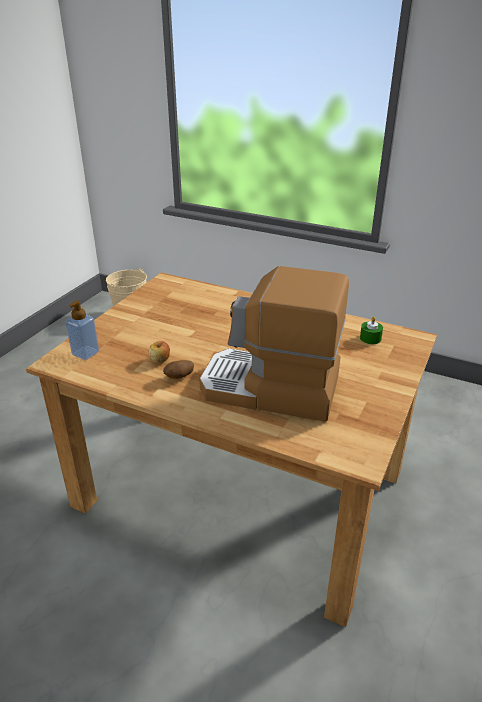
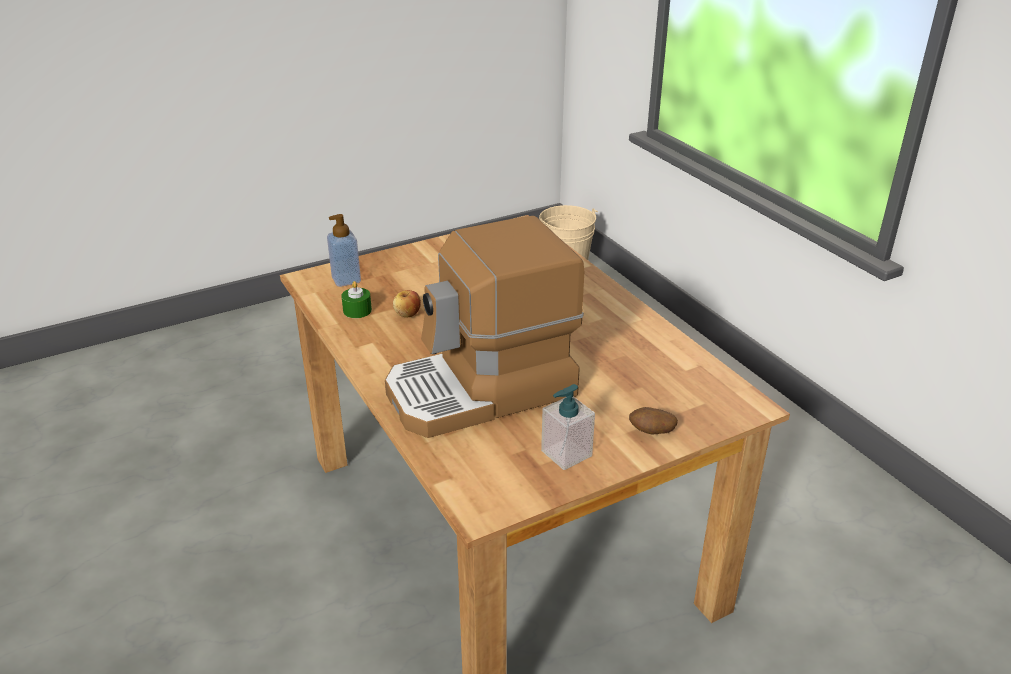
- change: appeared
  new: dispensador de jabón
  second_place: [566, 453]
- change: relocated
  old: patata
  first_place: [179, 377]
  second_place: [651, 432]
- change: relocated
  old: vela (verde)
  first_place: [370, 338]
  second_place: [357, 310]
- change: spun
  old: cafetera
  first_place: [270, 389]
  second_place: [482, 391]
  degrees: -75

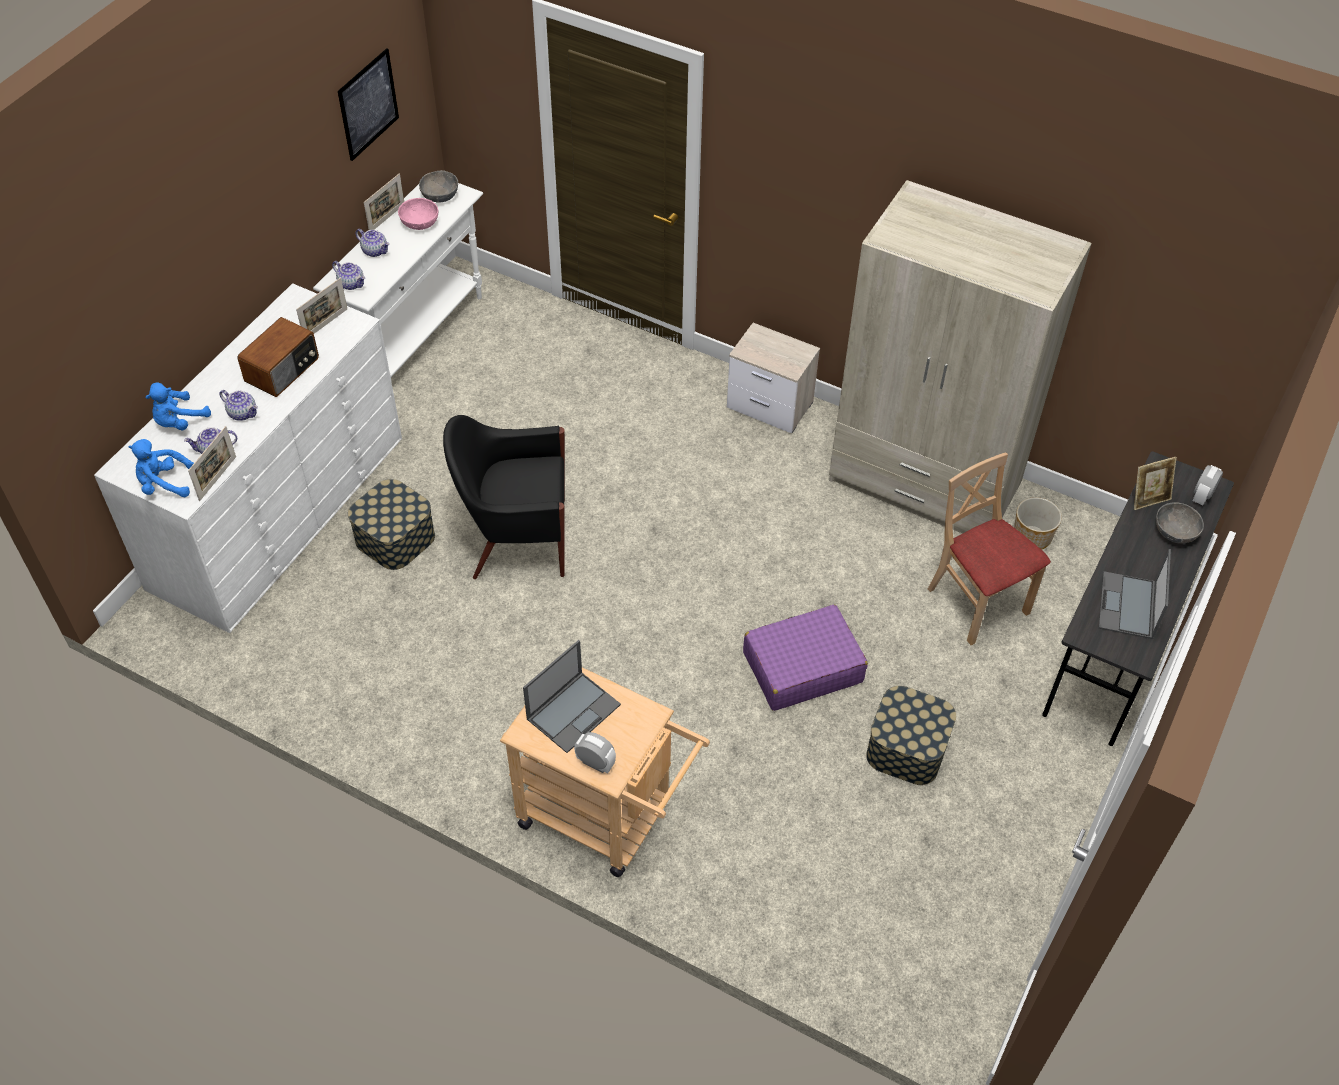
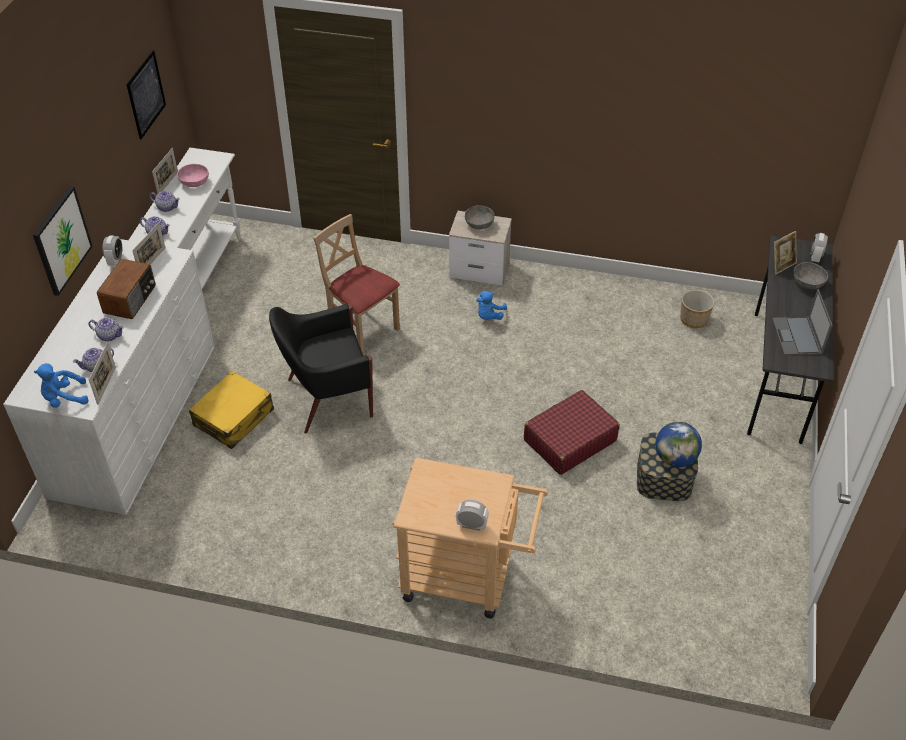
- change: missing
  old: portátil
  first_place: [574, 711]
- change: missing
  old: armario ropero (beis)
  first_place: [925, 482]
- change: appeared
  new: cuadro
  second_place: [61, 240]
- change: appeared
  new: despertador
  second_place: [116, 260]
- change: appeared
  new: globo terráqueo
  second_place: [675, 458]
- change: relocated
  old: peluche (azul)
  first_place: [179, 421]
  second_place: [489, 316]
- change: relocated
  old: cuenco (gris)
  first_place: [440, 196]
  second_place: [479, 224]
- change: relocated
  old: silla (beis)
  first_place: [976, 602]
  second_place: [362, 329]
- change: exchanged
  old: caja de almacenaje
  new: maleta (amarillo)
  first_place: [395, 538]
  second_place: [234, 418]
- change: colour
  old: maleta (morado)
  new: maleta (rojo)
  first_place: [802, 667]
  second_place: [569, 440]

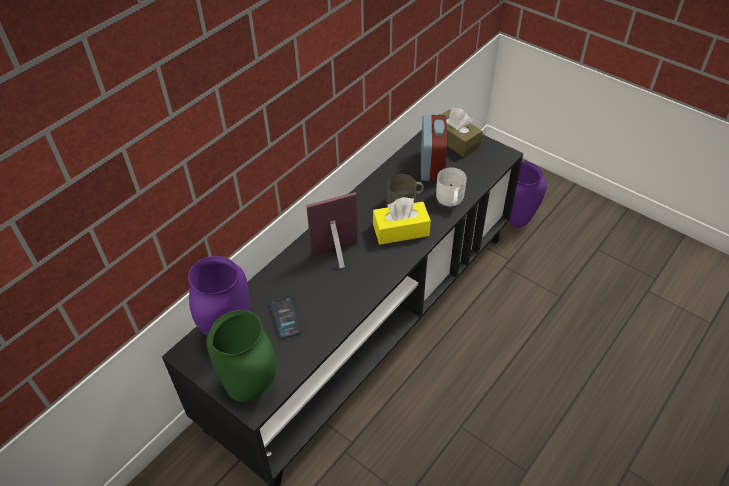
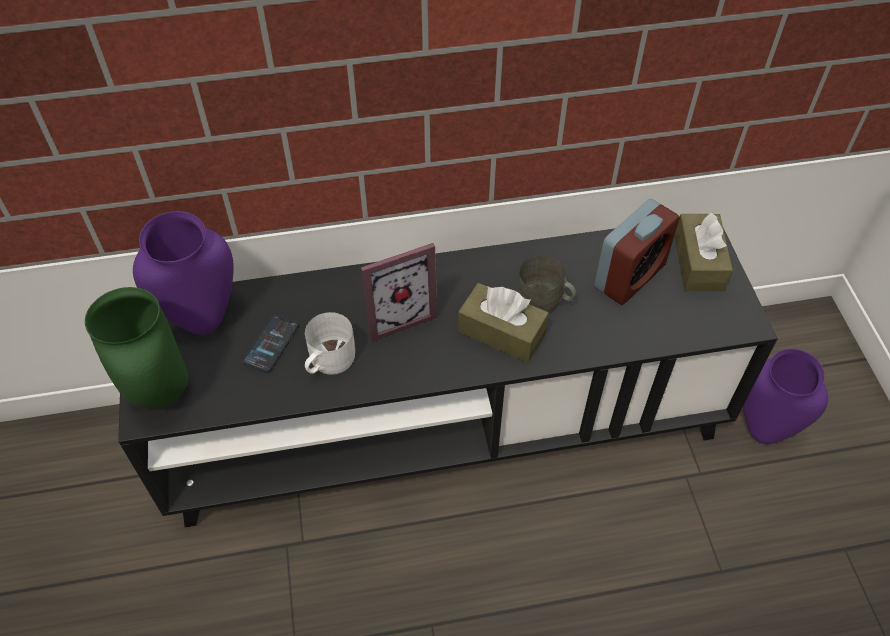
- change: relocated
  old: taza grande (blanco)
  first_place: [450, 200]
  second_place: [328, 361]
- change: colour
  old: caja de pañuelos (amarillo)
  new: caja de pañuelos (marrón)
  first_place: [401, 230]
  second_place: [501, 332]
- change: spun
  old: portarretratos
  first_place: [338, 257]
  second_place: [397, 315]
  degrees: 135

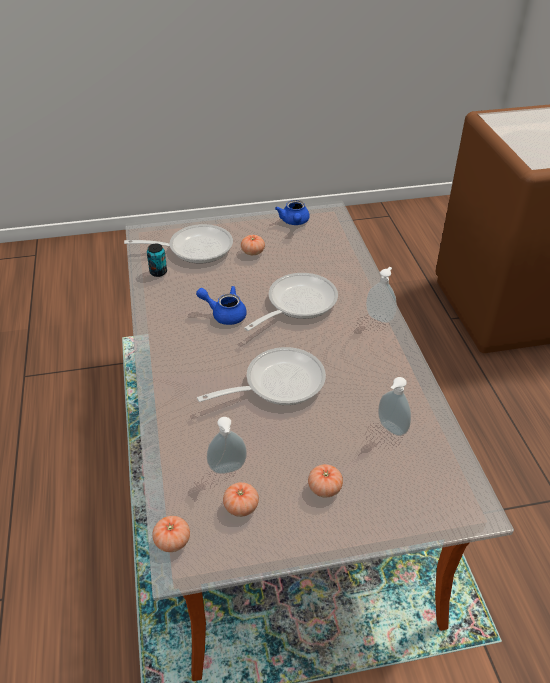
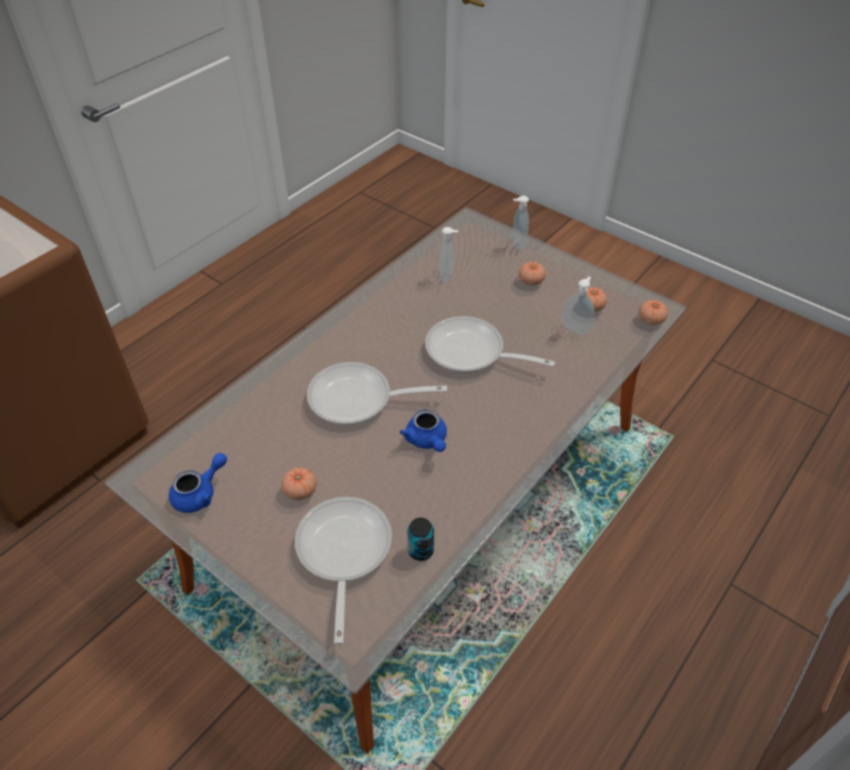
- change: relocated
  old: dispensador de jabón
  first_place: [380, 317]
  second_place: [517, 245]
- change: spun
  old: sartén
  first_place: [194, 248]
  second_place: [342, 553]
  degrees: 45

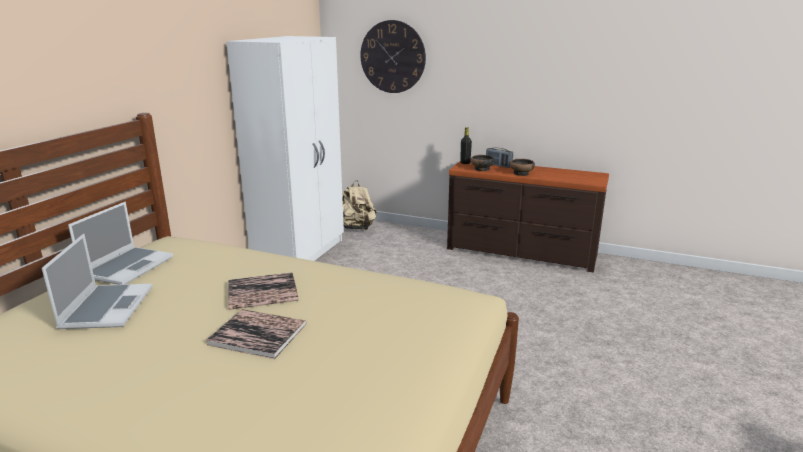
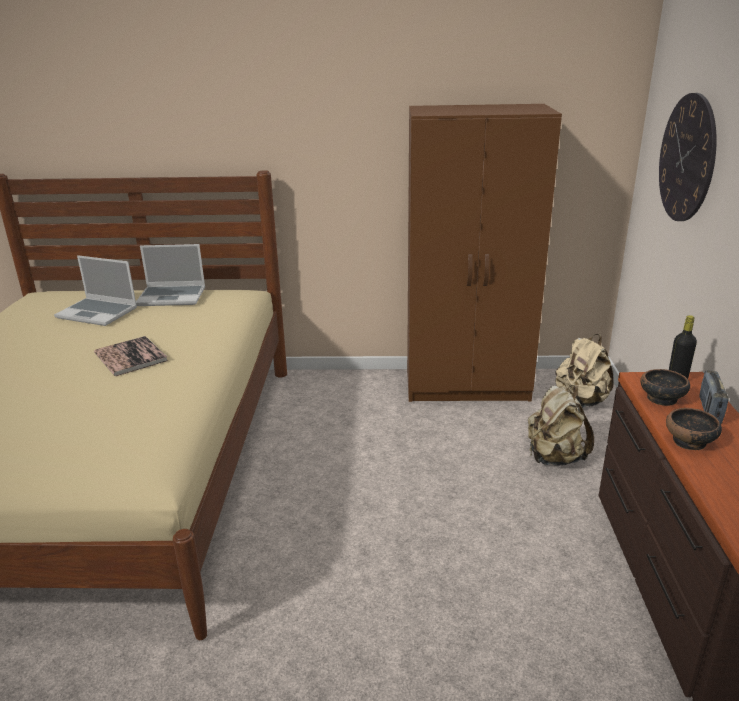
- change: missing
  old: libro
  first_place: [258, 334]
- change: appeared
  new: mochila (beis)
  second_place: [554, 458]
- change: colour
  old: armario ropero (blanco)
  new: armario ropero (marrón)
  first_place: [301, 253]
  second_place: [468, 386]
- change: spun
  old: portátil
  first_place: [106, 307]
  second_place: [98, 313]
  degrees: 45

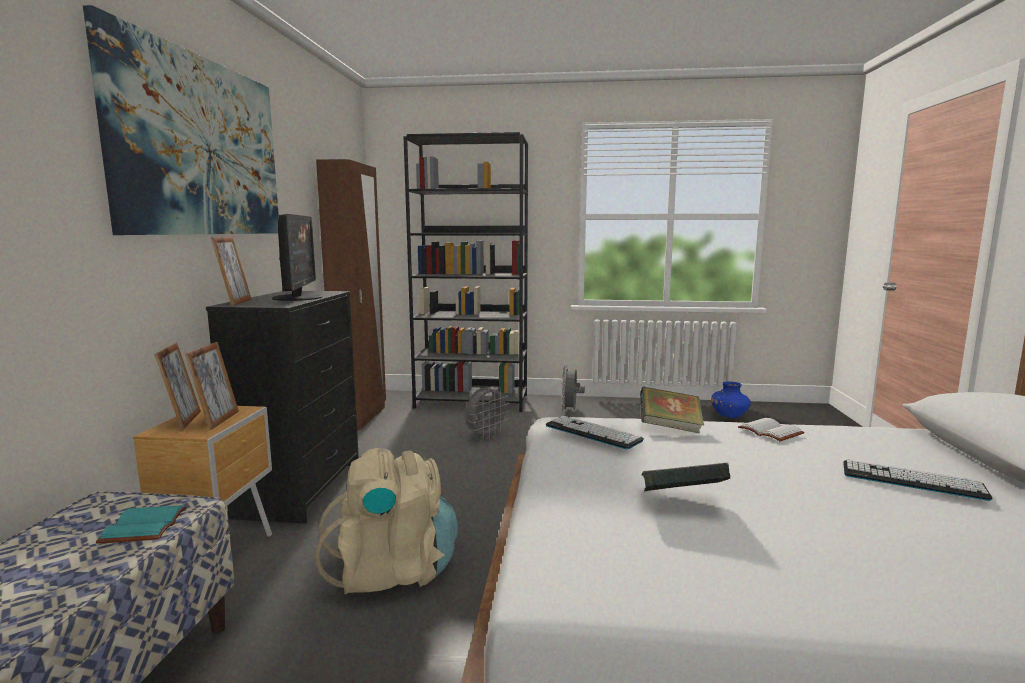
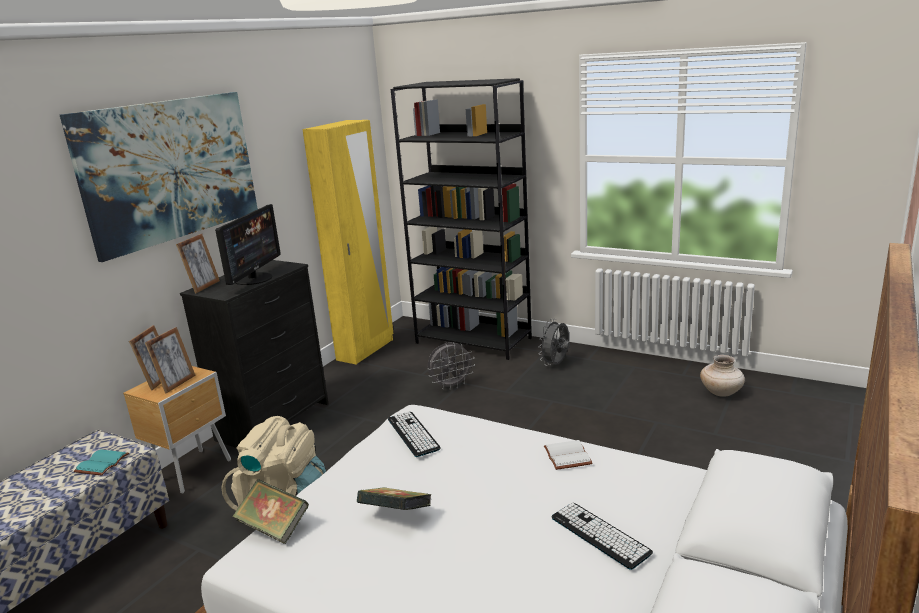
- change: relocated
  old: libro
  first_place: [670, 428]
  second_place: [274, 528]
- change: colour
  old: armario ropero (marrón)
  new: armario ropero (amarillo)
  first_place: [361, 417]
  second_place: [366, 350]
- change: colour
  old: florero (azul)
  new: florero (beis)
  first_place: [729, 416]
  second_place: [721, 393]

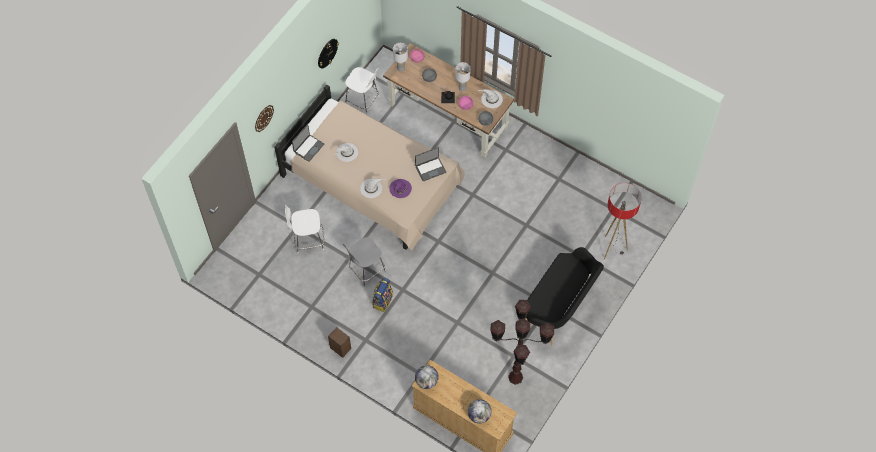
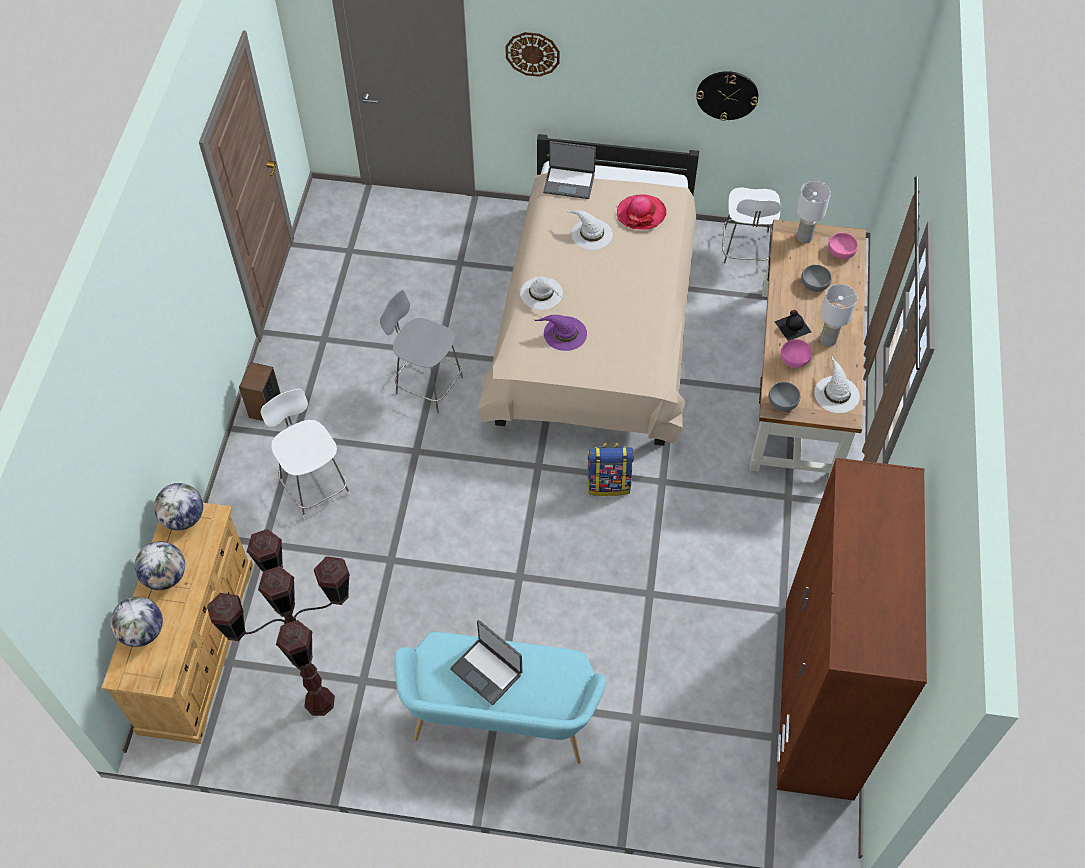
- change: missing
  old: lámpara de pie
  first_place: [612, 248]
- change: appeared
  new: globo terráqueo
  second_place: [165, 576]
- change: appeared
  new: sombrero
  second_place: [641, 214]
- change: appeared
  new: armario ropero (marrón)
  second_place: [817, 699]
- change: relocated
  old: silla (blanco)
  first_place: [308, 240]
  second_place: [314, 486]
- change: relocated
  old: mochila
  first_place: [382, 300]
  second_place: [609, 483]
- change: relocated
  old: portátil
  first_place: [430, 169]
  second_place: [487, 671]
- change: colour
  old: banco (negro)
  new: banco (turquesa)
  first_place: [559, 308]
  second_place: [501, 722]

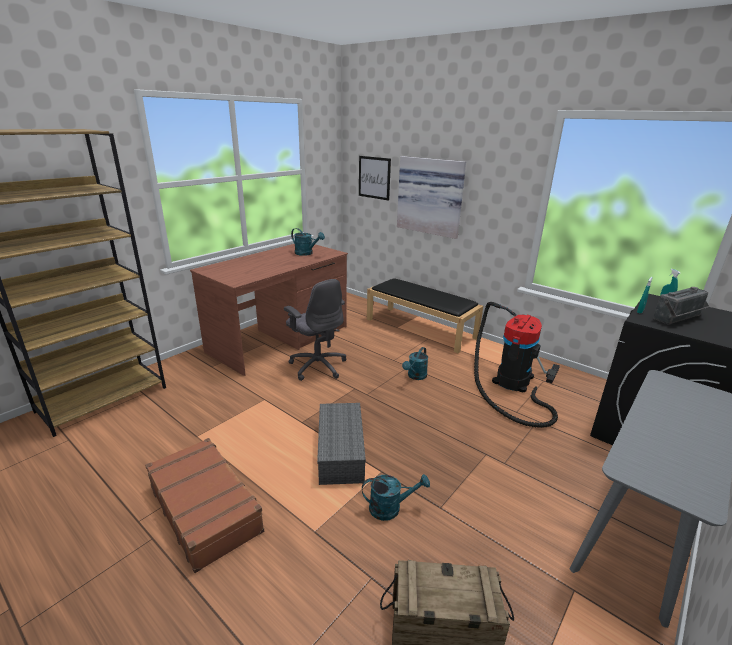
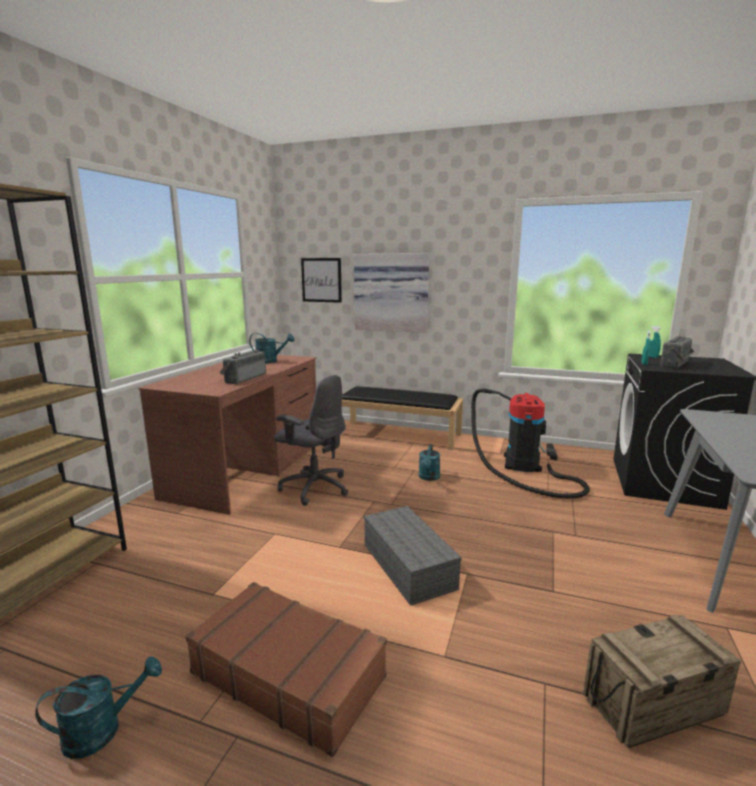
- change: appeared
  new: radio
  second_place: [243, 378]
- change: relocated
  old: regadera (turquesa)
  first_place: [390, 508]
  second_place: [103, 730]

